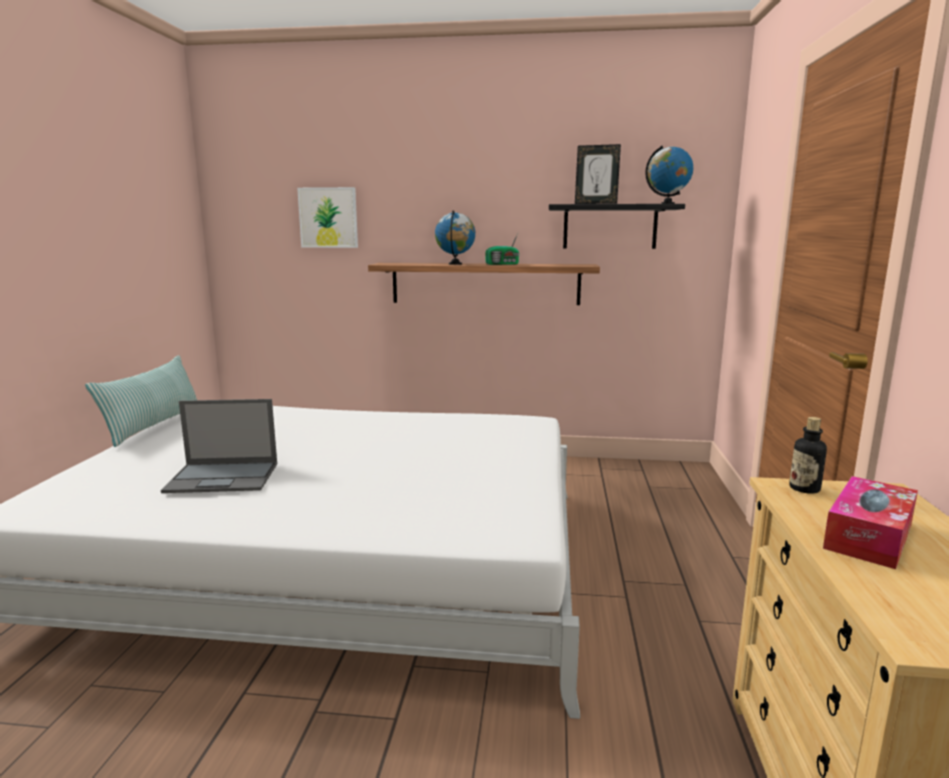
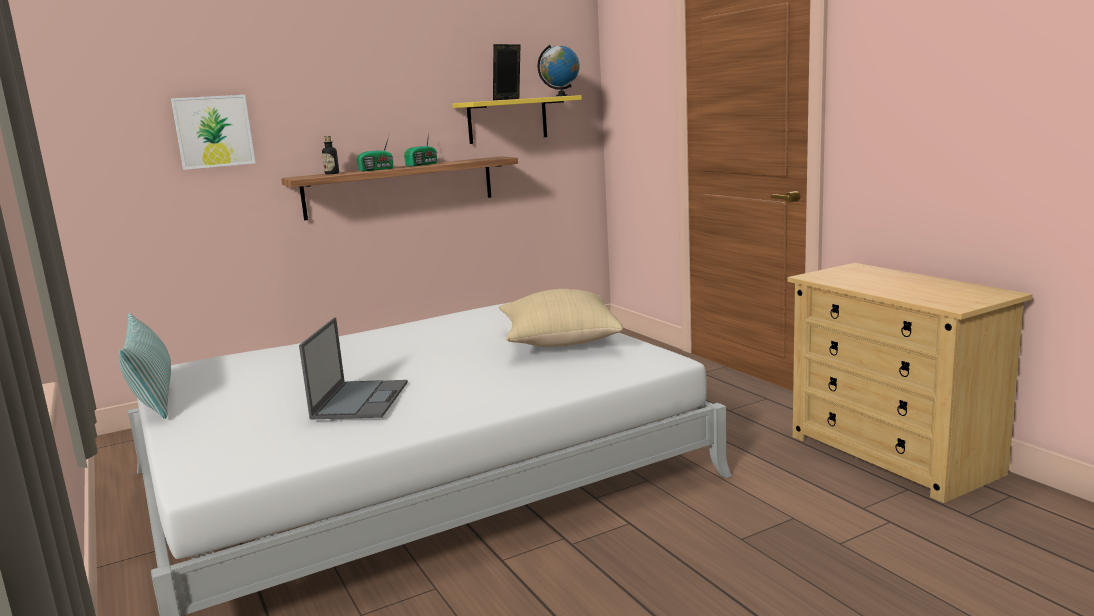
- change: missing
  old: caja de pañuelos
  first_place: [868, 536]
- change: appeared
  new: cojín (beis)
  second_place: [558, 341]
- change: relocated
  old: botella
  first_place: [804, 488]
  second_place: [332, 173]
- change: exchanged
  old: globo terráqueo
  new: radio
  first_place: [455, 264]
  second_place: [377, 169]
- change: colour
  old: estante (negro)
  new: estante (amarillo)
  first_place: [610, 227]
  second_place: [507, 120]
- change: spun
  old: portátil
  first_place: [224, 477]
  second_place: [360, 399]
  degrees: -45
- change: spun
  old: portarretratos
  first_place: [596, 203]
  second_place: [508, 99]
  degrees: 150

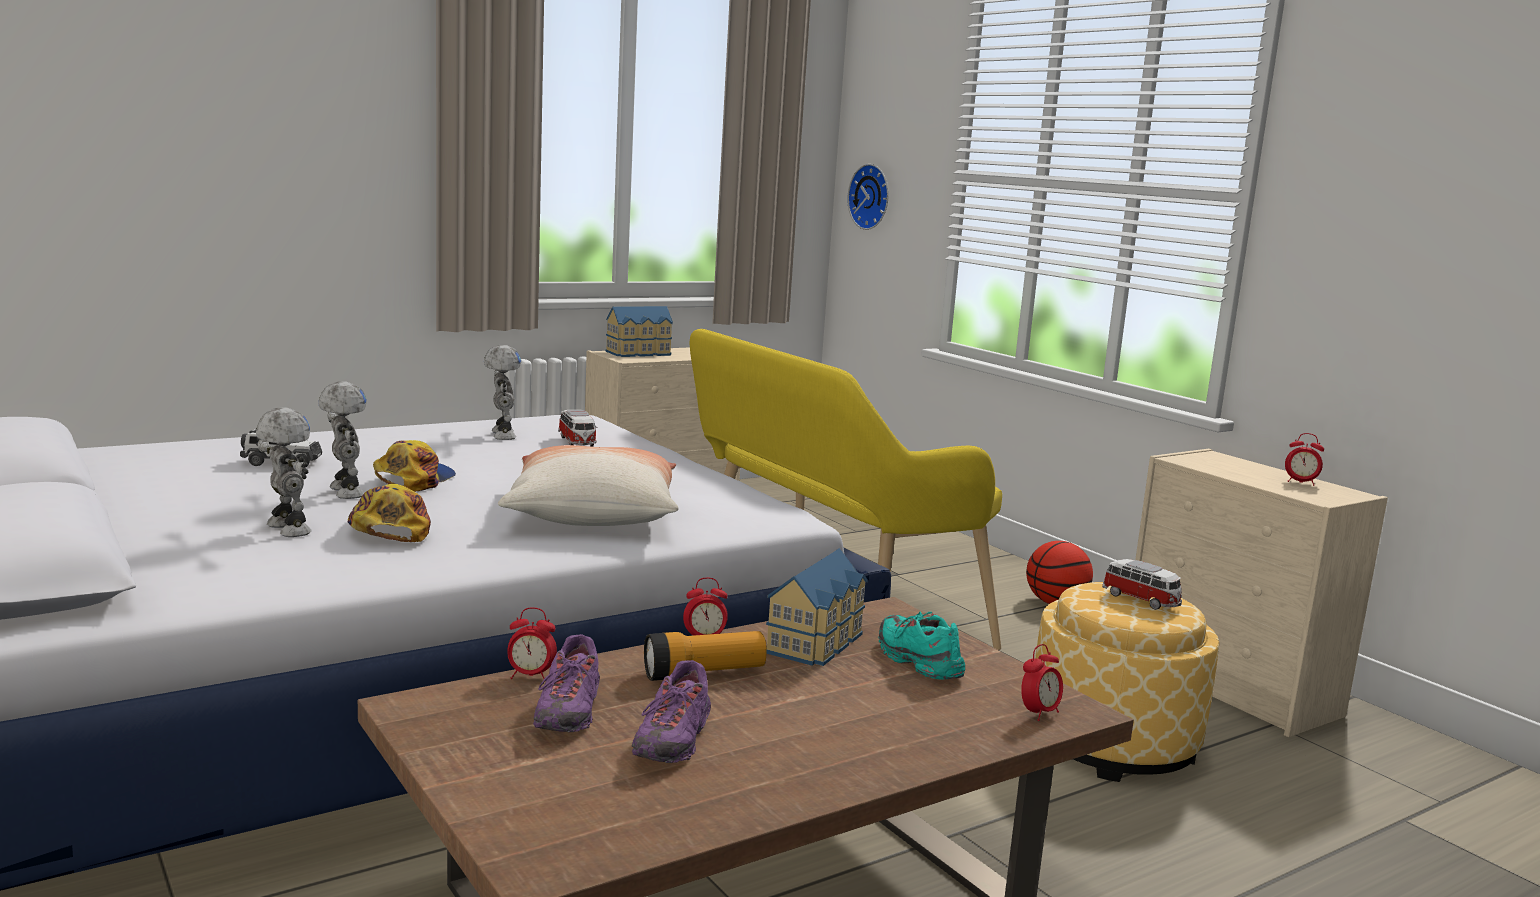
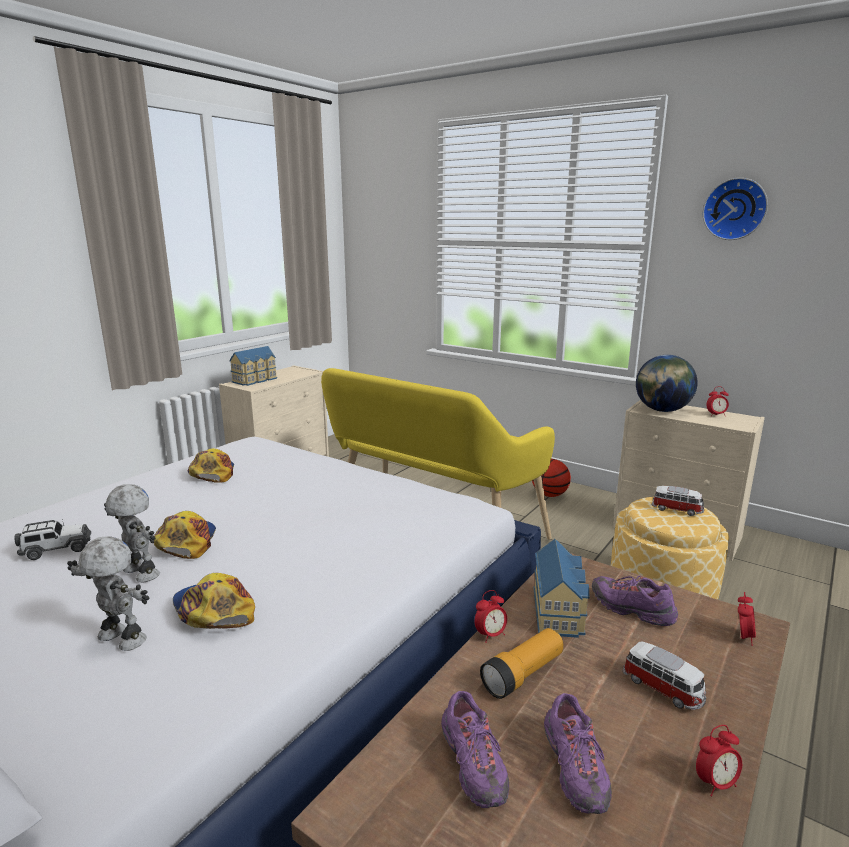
- change: missing
  old: cojín
  first_place: [592, 513]
- change: appeared
  new: globo terráqueo
  second_place: [662, 410]
- change: relocated
  old: despertador
  first_place: [530, 676]
  second_place: [715, 783]
- change: relocated
  old: coche de juguete
  first_place: [577, 442]
  second_place: [663, 689]
- change: relocated
  old: reloj de pared
  first_place: [872, 197]
  second_place: [735, 209]
- change: exchanged
  old: robot de juguete
  new: gorra
  first_place: [501, 435]
  second_place: [212, 473]
- change: colour
  old: zapato (turquesa)
  new: zapato (morado)
  first_place: [917, 662]
  second_place: [632, 610]

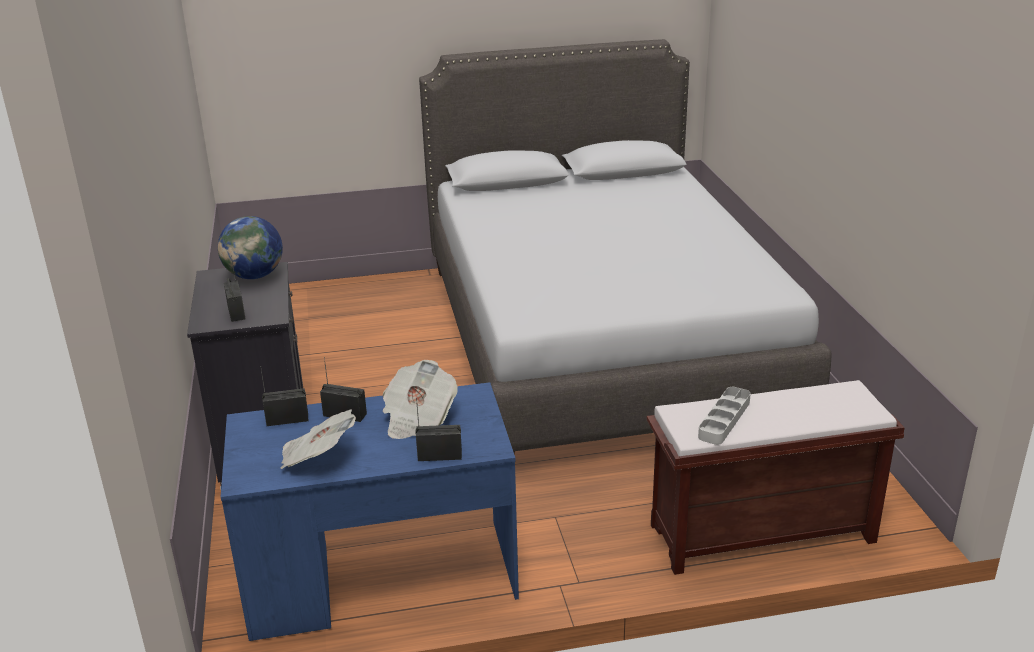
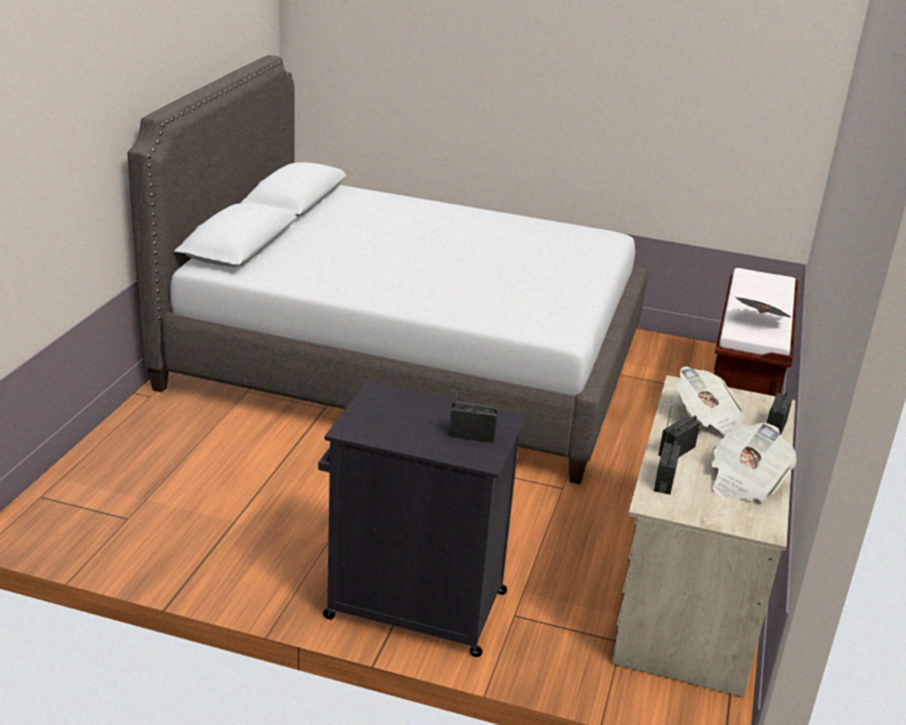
- change: missing
  old: globo terráqueo
  first_place: [254, 276]
- change: exchanged
  old: bandeja (gris)
  new: periódico
  first_place: [724, 419]
  second_place: [760, 322]
- change: colour
  old: escritorio (azul)
  new: escritorio (beis)
  first_place: [380, 578]
  second_place: [691, 594]

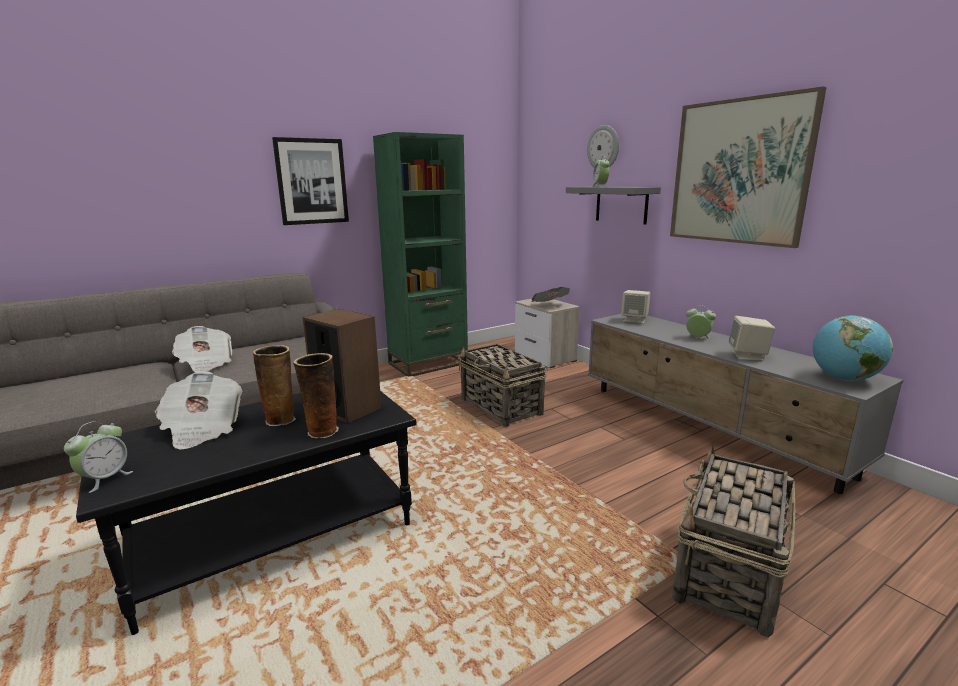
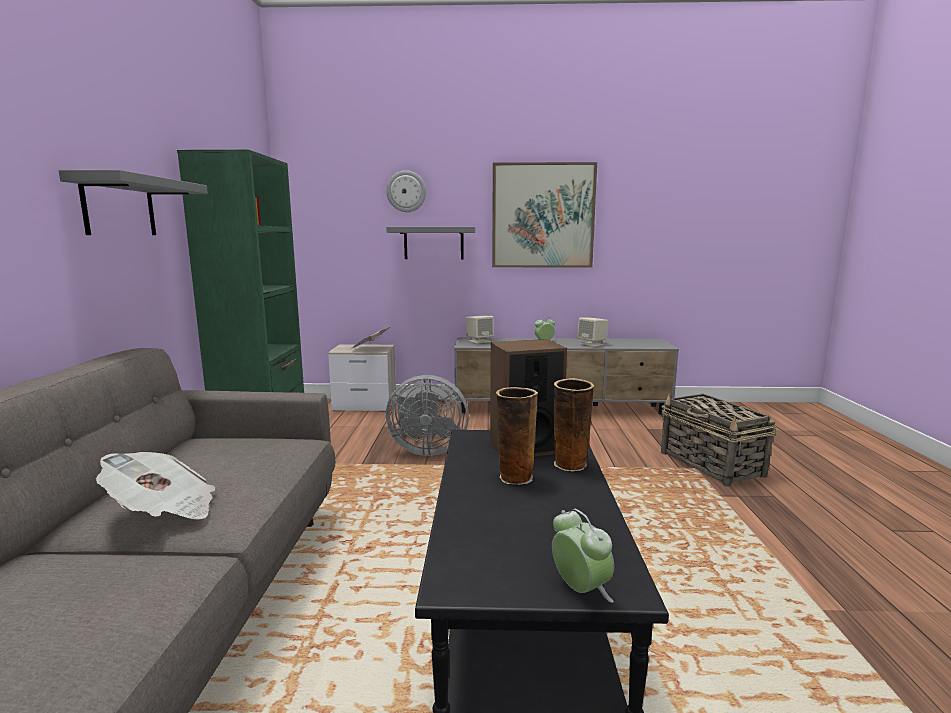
- change: missing
  old: periódico
  first_place: [202, 429]
- change: missing
  old: despertador
  first_place: [600, 186]
- change: missing
  old: globo terráqueo
  first_place: [844, 379]
- change: exchanged
  old: cuadro
  new: estante (gris)
  first_place: [312, 181]
  second_place: [119, 207]
- change: exchanged
  old: cesta
  new: ventilador (gris)
  first_place: [501, 407]
  second_place: [426, 450]

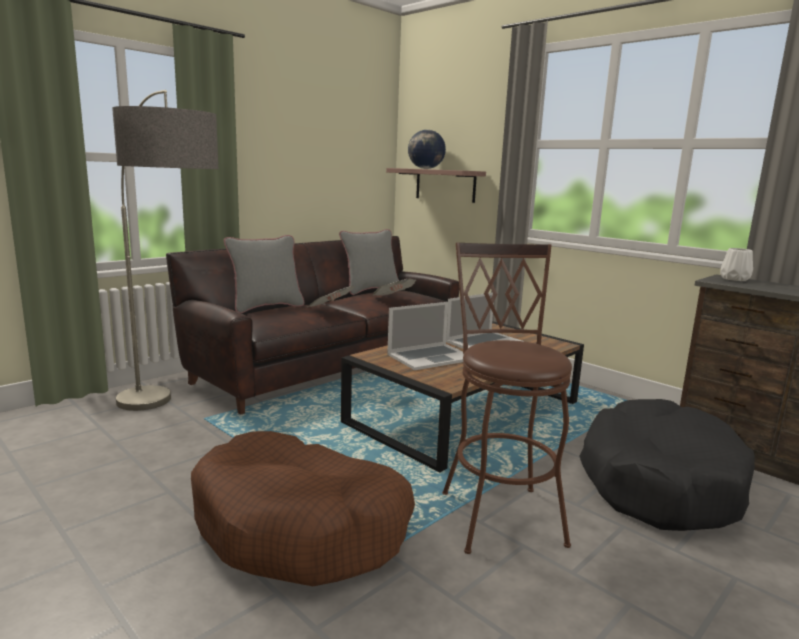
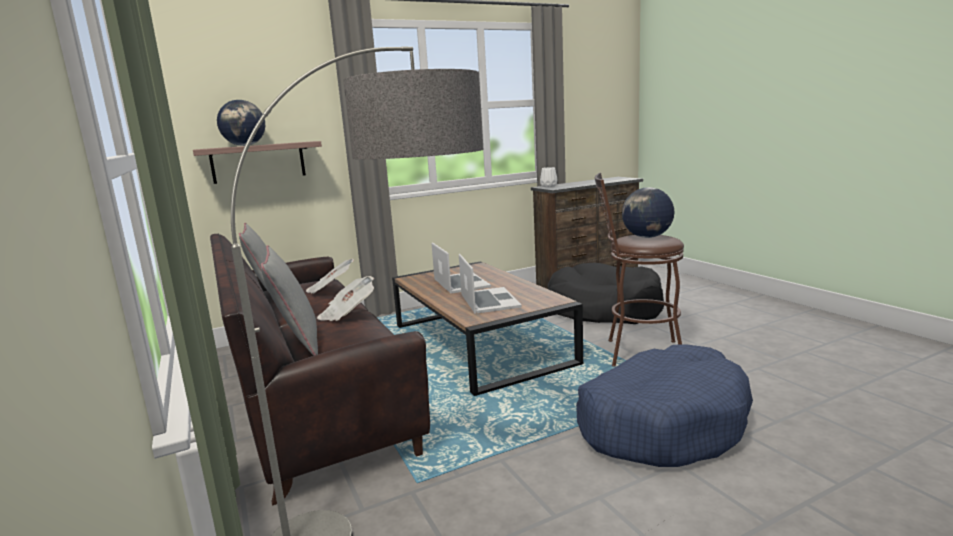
- change: appeared
  new: globo terráqueo
  second_place: [647, 237]
- change: colour
  old: cama para perro (marrón)
  new: cama para perro (azul)
  first_place: [301, 527]
  second_place: [661, 423]

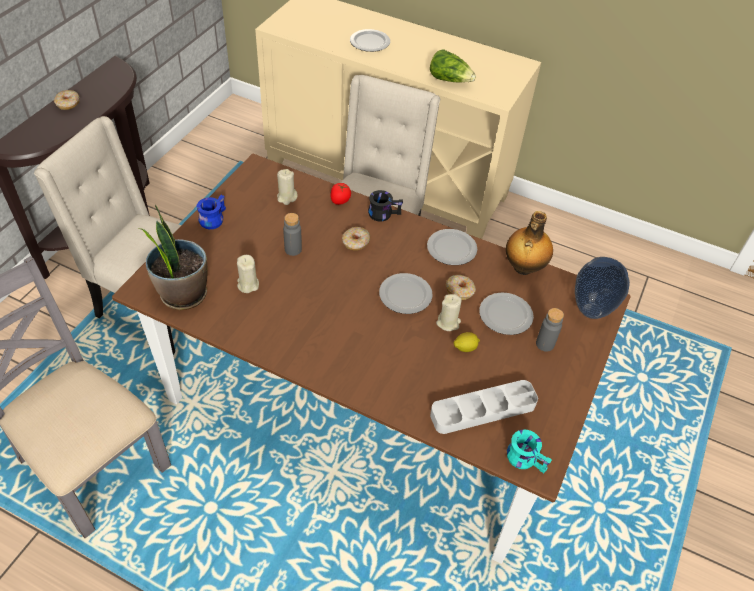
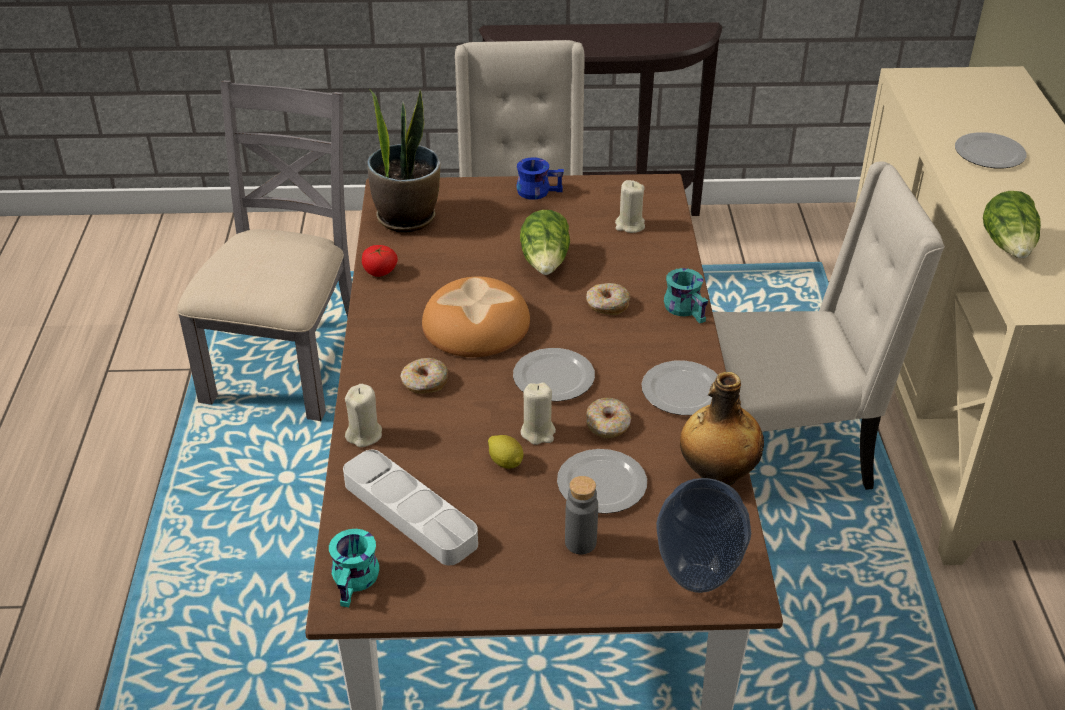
- change: appeared
  new: pan
  second_place: [476, 325]
- change: relocated
  old: rosquilla
  first_place: [68, 104]
  second_place: [424, 383]
- change: relocated
  old: vela (beis)
  first_place: [248, 284]
  second_place: [364, 435]
- change: relocated
  old: tomate
  first_place: [340, 200]
  second_place: [380, 272]
- change: exchanged
  old: botella (gris)
  new: lechuga
  first_place: [293, 249]
  second_place: [546, 262]
- change: colour
  old: taza grande (negro)
  new: taza grande (turquesa)
  first_place: [383, 212]
  second_place: [688, 308]

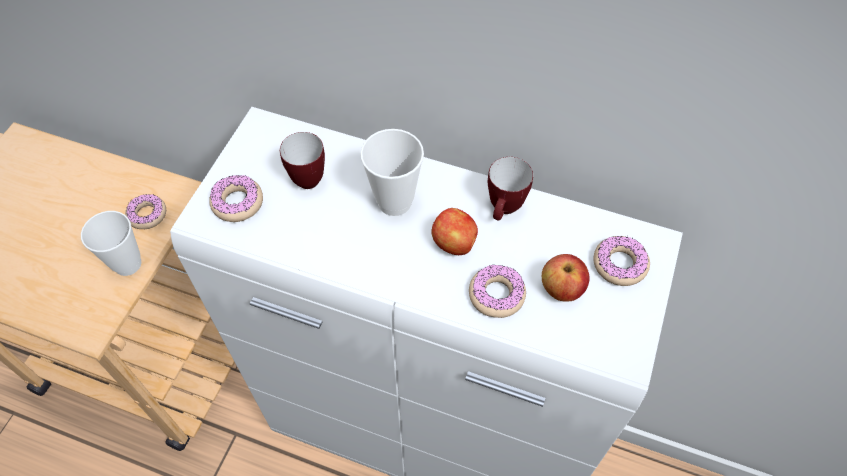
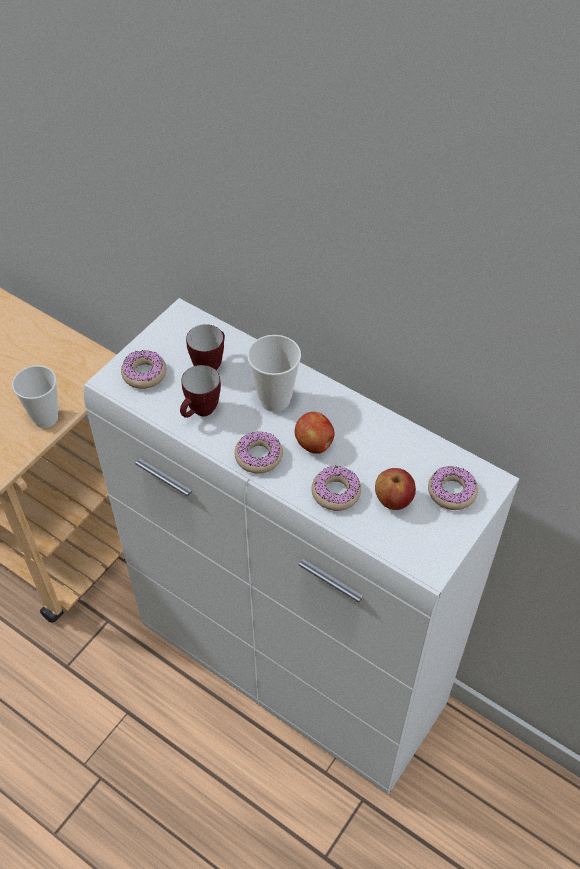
- change: relocated
  old: rosquilla
  first_place: [147, 215]
  second_place: [258, 456]
- change: relocated
  old: taza grande
  first_place: [504, 211]
  second_place: [200, 413]

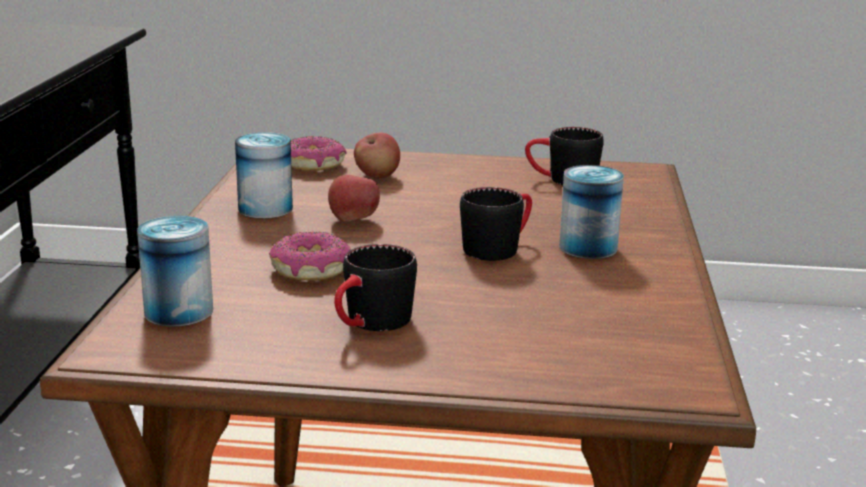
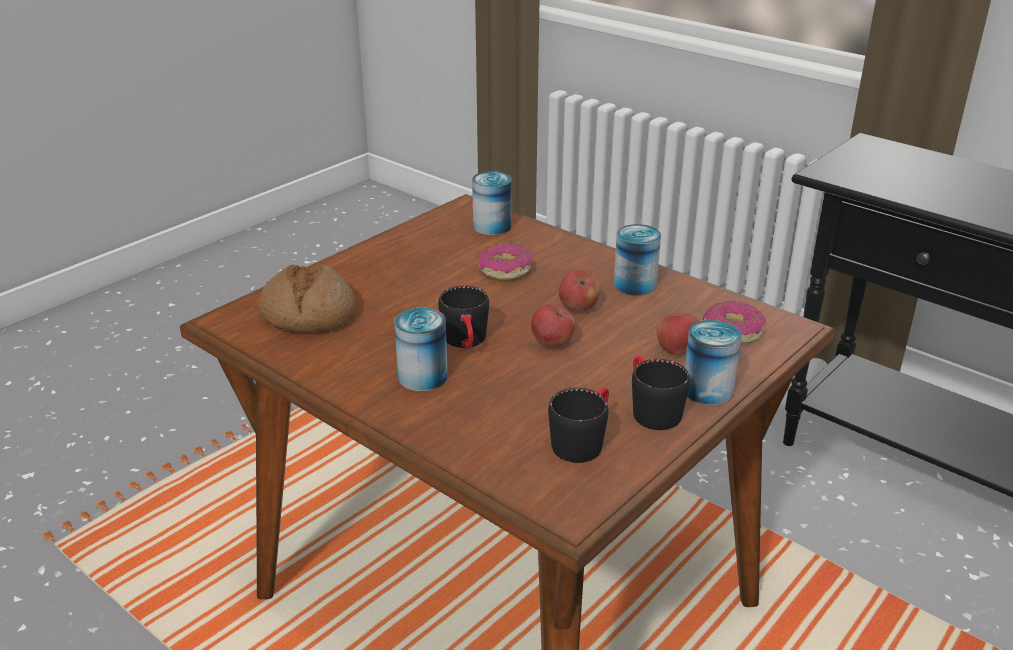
- change: appeared
  new: pan
  second_place: [308, 314]
- change: appeared
  new: manzana
  second_place: [552, 343]
- change: appeared
  new: lata
  second_place: [707, 390]
- change: relocated
  old: taza grande (negro)
  first_place: [370, 324]
  second_place: [650, 409]

